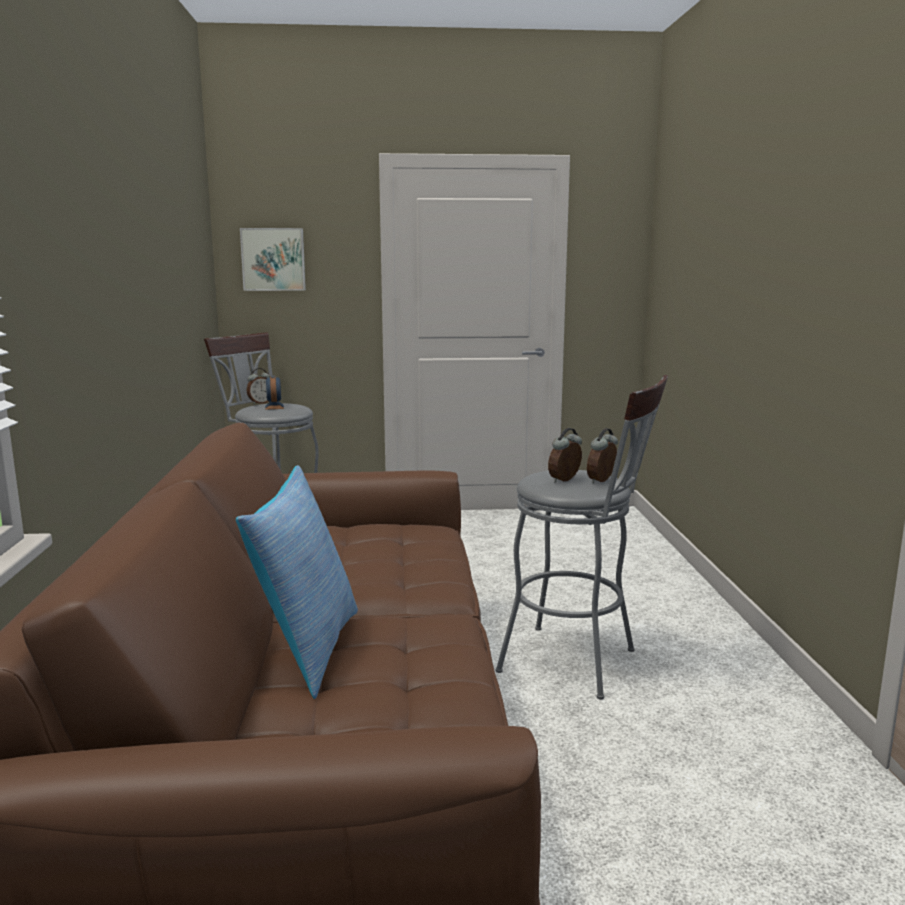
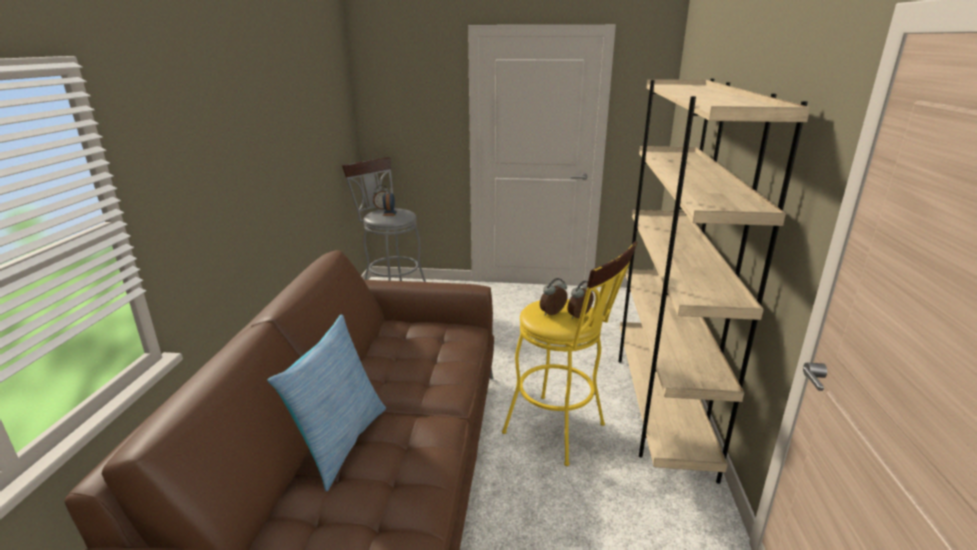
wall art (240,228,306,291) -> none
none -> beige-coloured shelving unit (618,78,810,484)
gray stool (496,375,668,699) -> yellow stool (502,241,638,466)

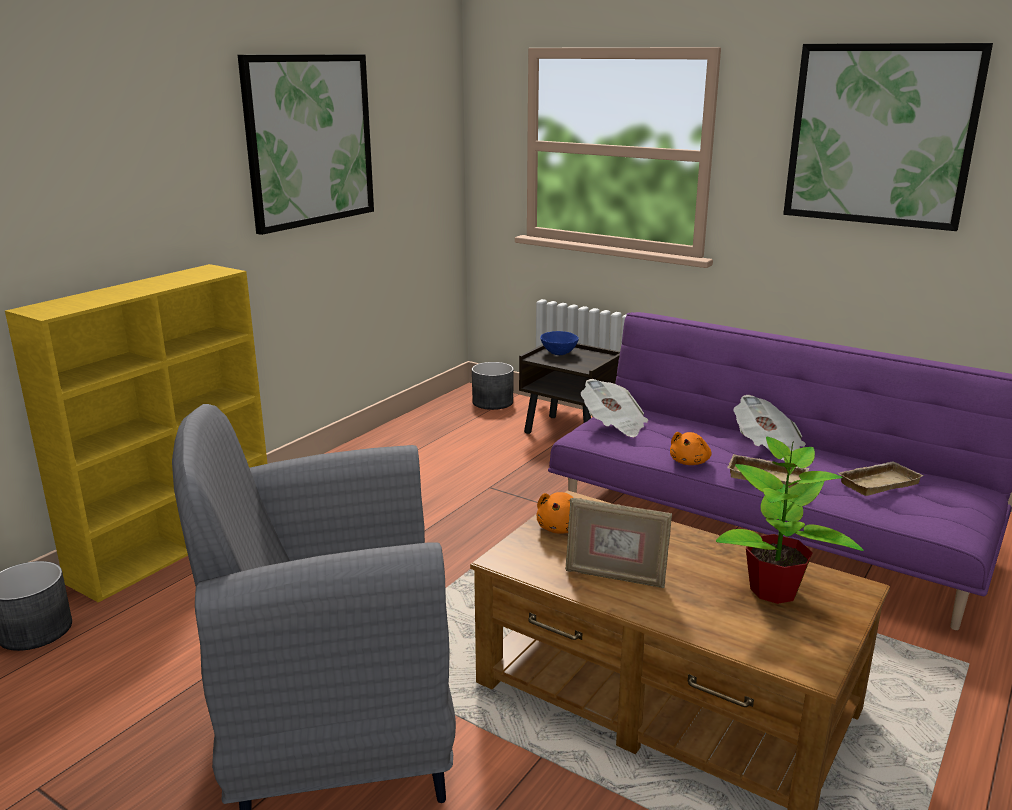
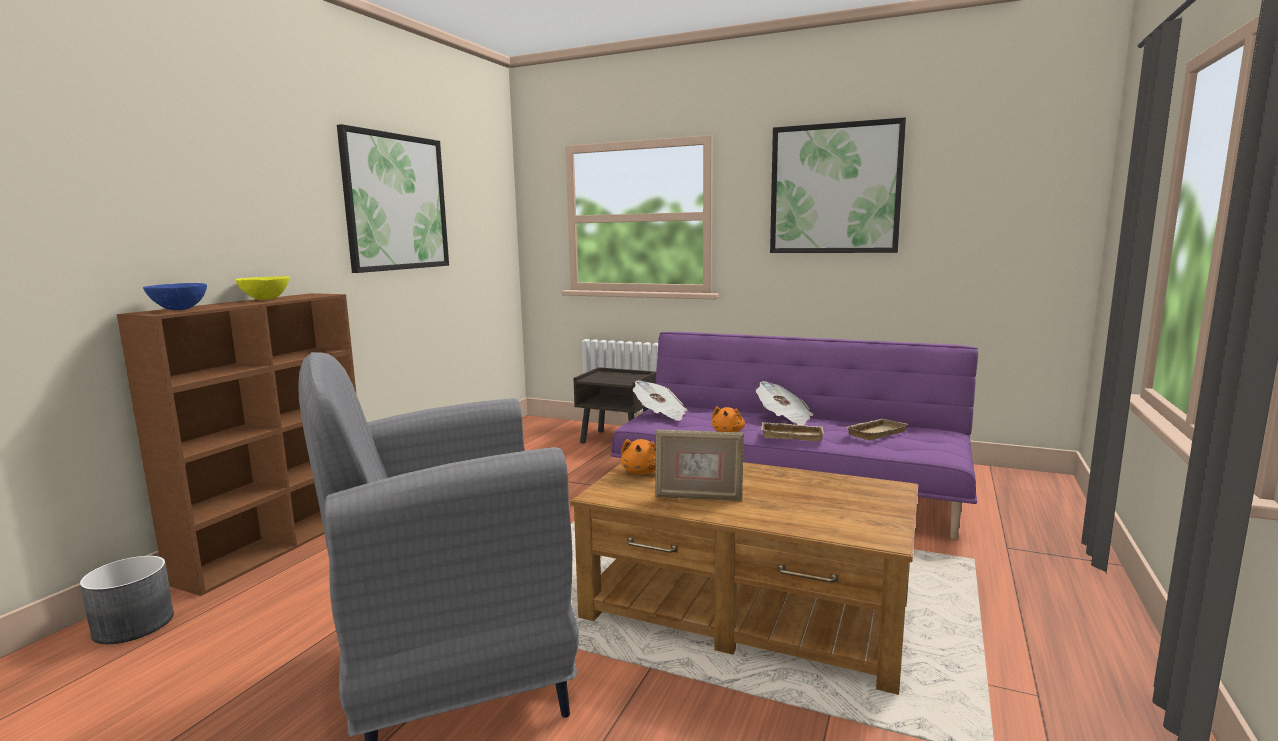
gray flower pot (472,362,514,410) -> none
plant in a pot (716,437,863,604) -> none
none -> yellow serving bowl (236,276,289,300)
blue-coloured serving bowl (540,331,579,355) -> blue-coloured serving bowl (143,283,207,310), moved
yellow shelving unit (5,264,268,603) -> brown shelving unit (117,293,357,596)

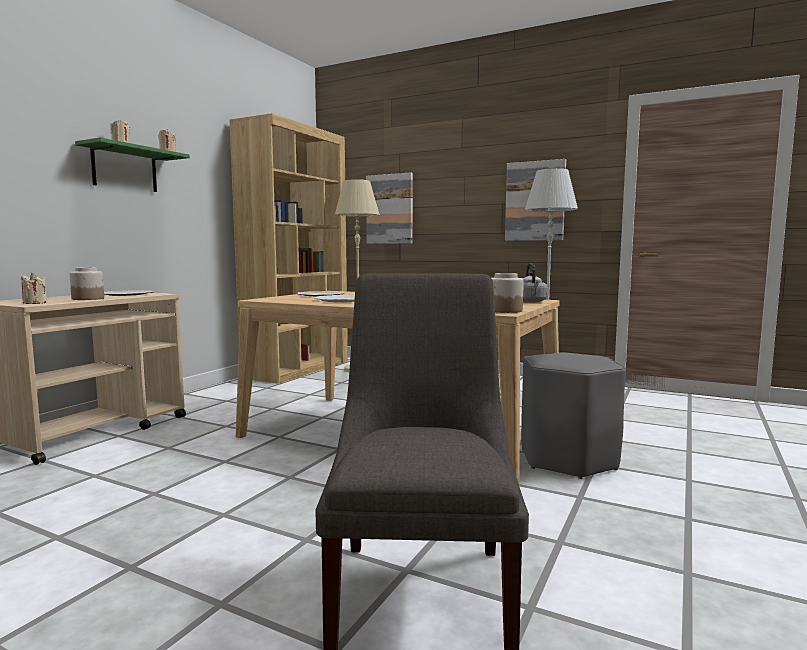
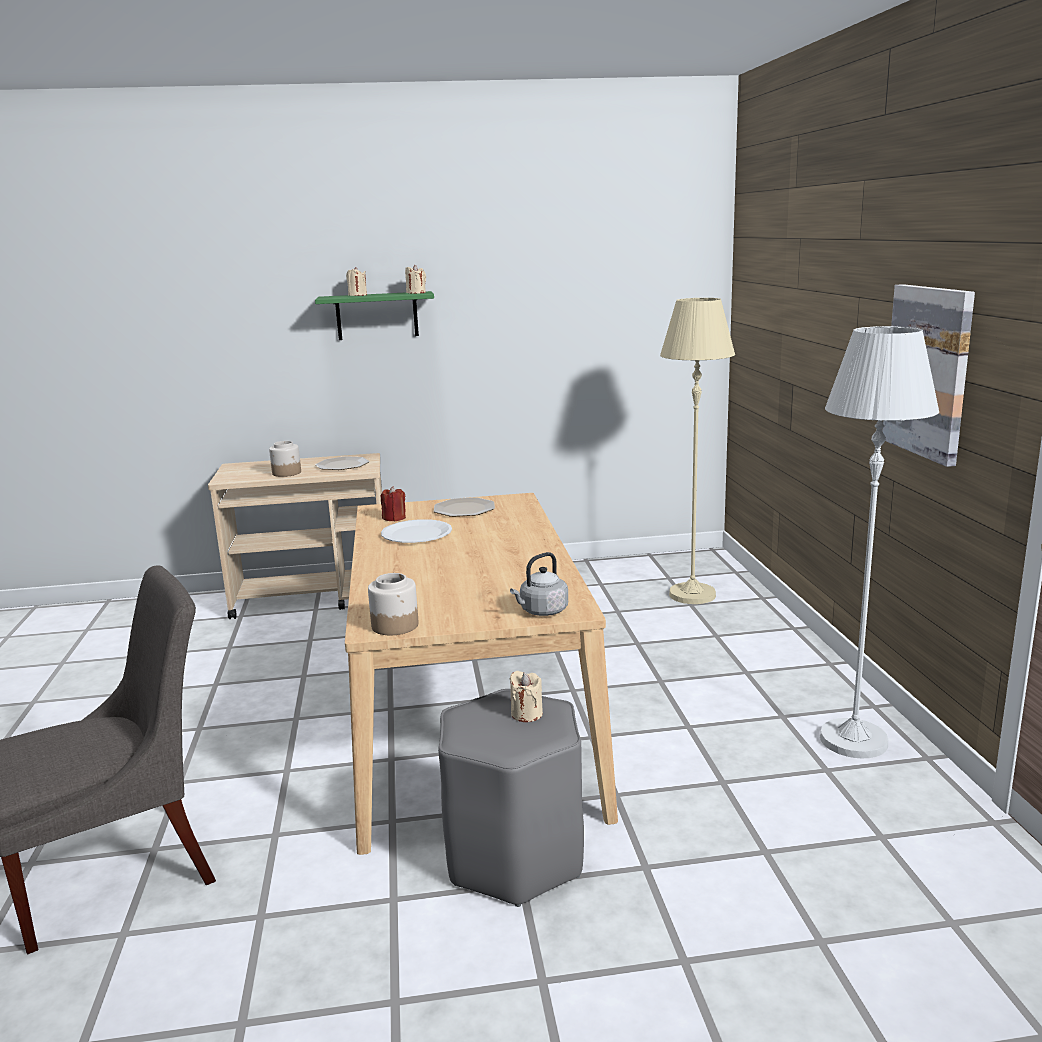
brown shelving unit (229,113,348,384) -> none
wall art (366,172,413,244) -> none
none -> red candle (381,486,406,521)
beige-coloured candle (21,273,47,304) -> beige-coloured candle (509,671,543,722), moved

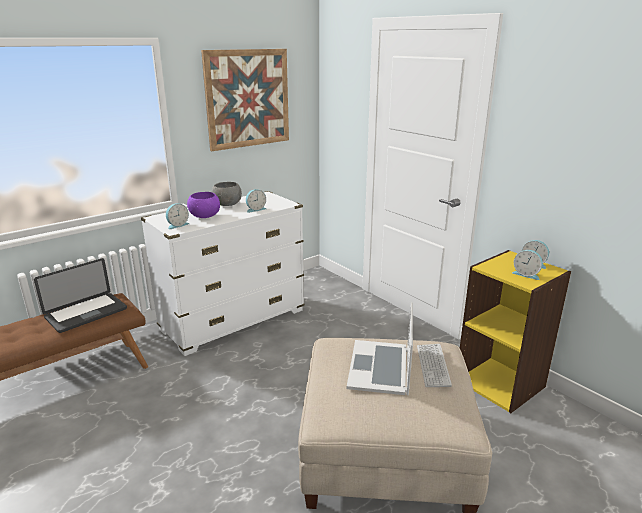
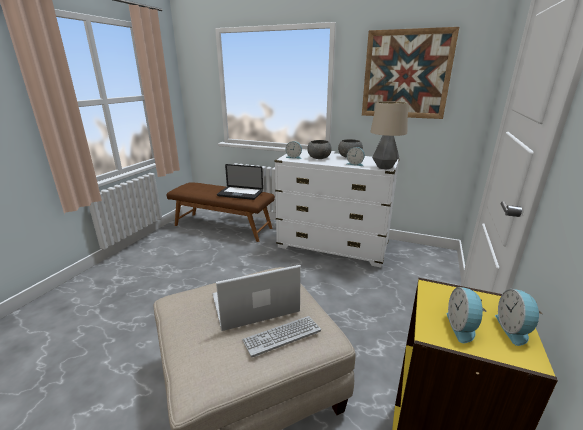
none -> lamp for a table (370,101,408,169)
purple-coloured serving bowl (187,192,220,218) -> gray serving bowl (307,140,332,159)

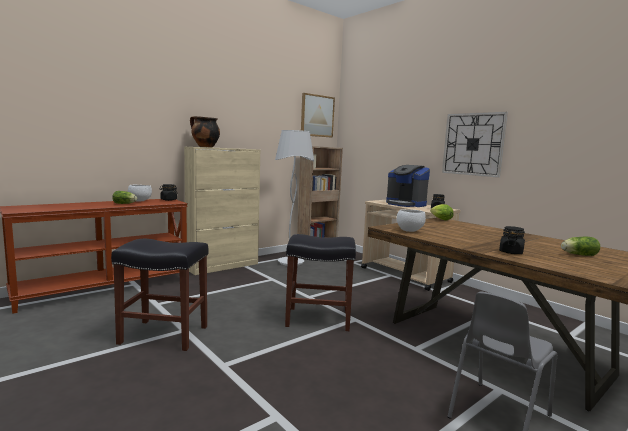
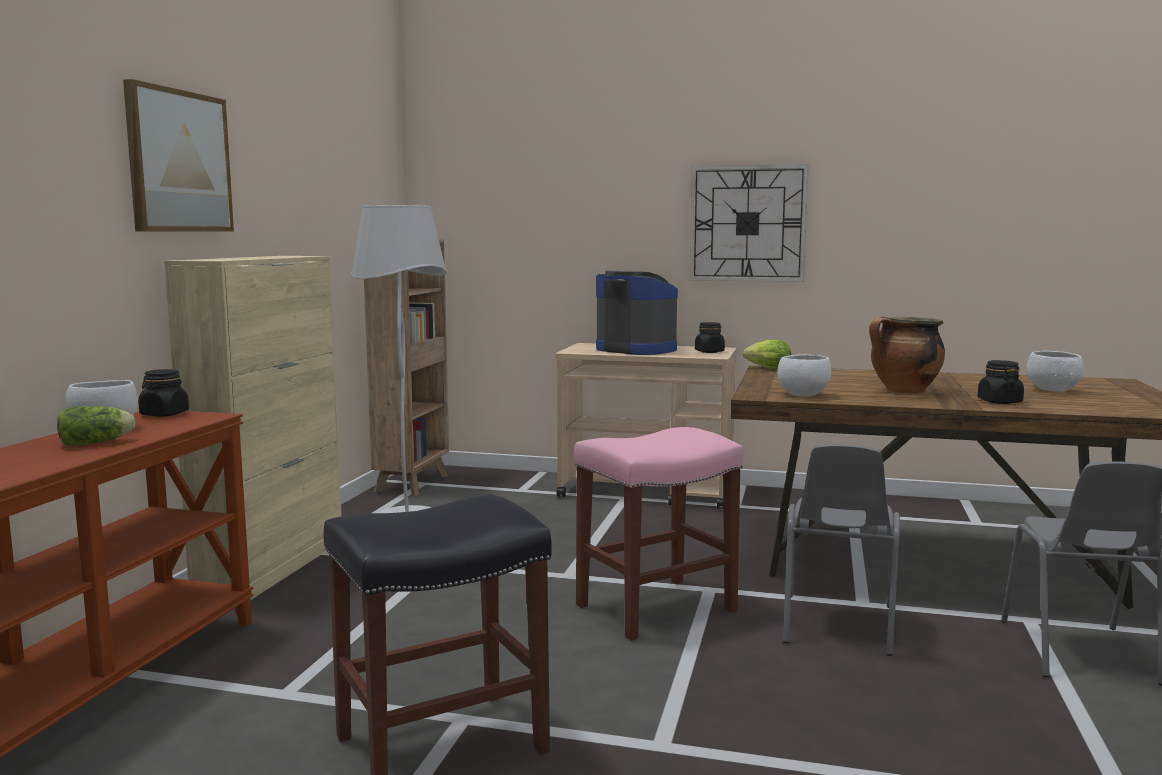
none -> gray upright chair (783,444,900,656)
cooking pot (190,116,220,148) -> cooking pot (869,317,945,394), moved
wall art (301,93,335,137) -> wall art (123,79,234,232), moved
lettuce head (561,237,600,256) -> whitish serving bowl (1026,351,1084,392)
blackish stool (285,234,356,331) -> pink stool (574,427,744,641)
coffee brewer (386,165,430,207) -> coffee brewer (596,271,678,355), 150 degrees counterclockwise

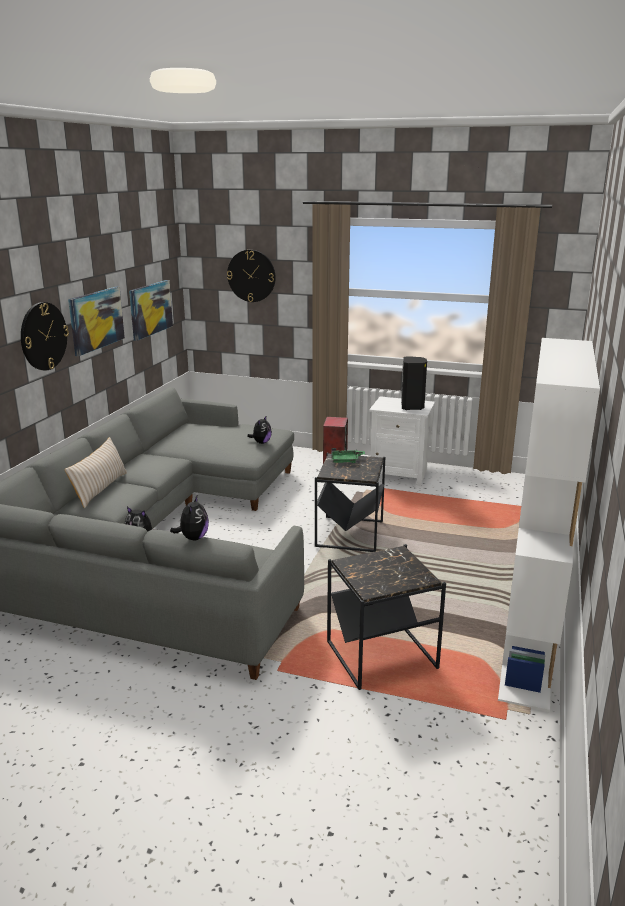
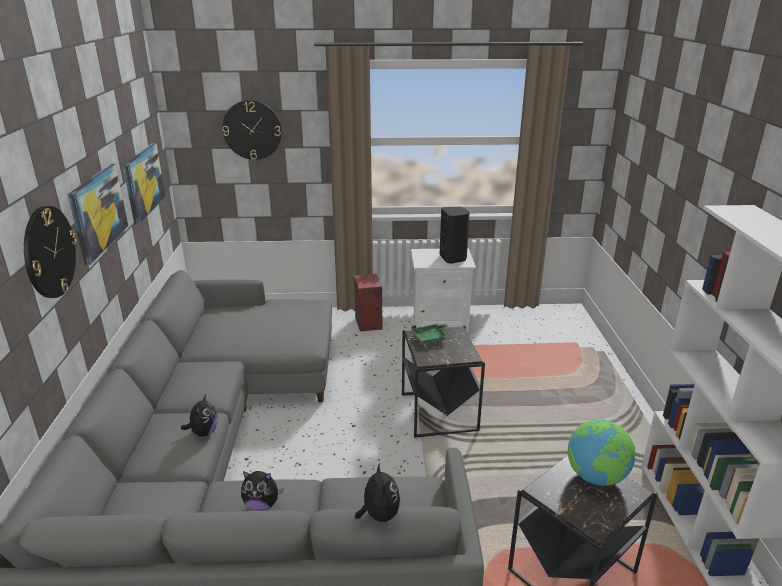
beige-coloured throw pillow (64,437,127,509) -> none
none -> world globe (568,420,635,486)
soft toy (247,415,272,444) -> soft toy (181,394,218,437), moved

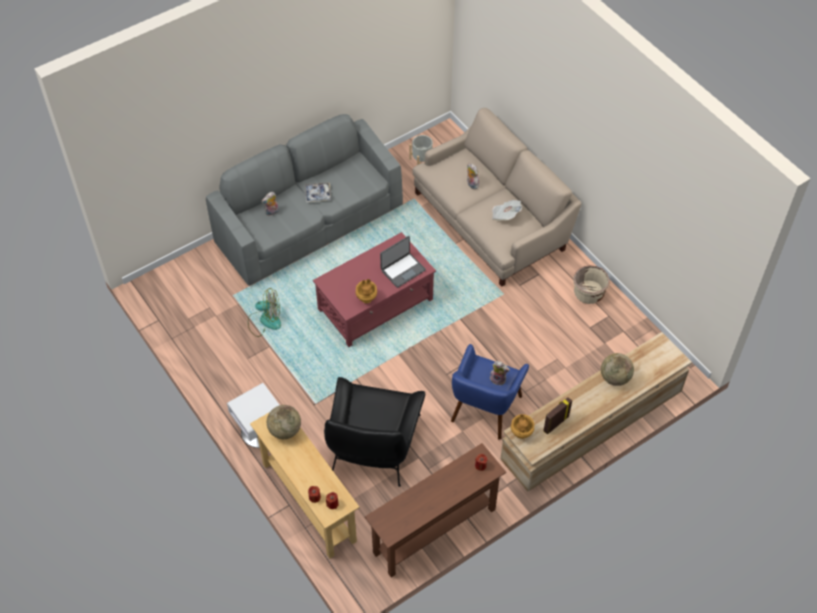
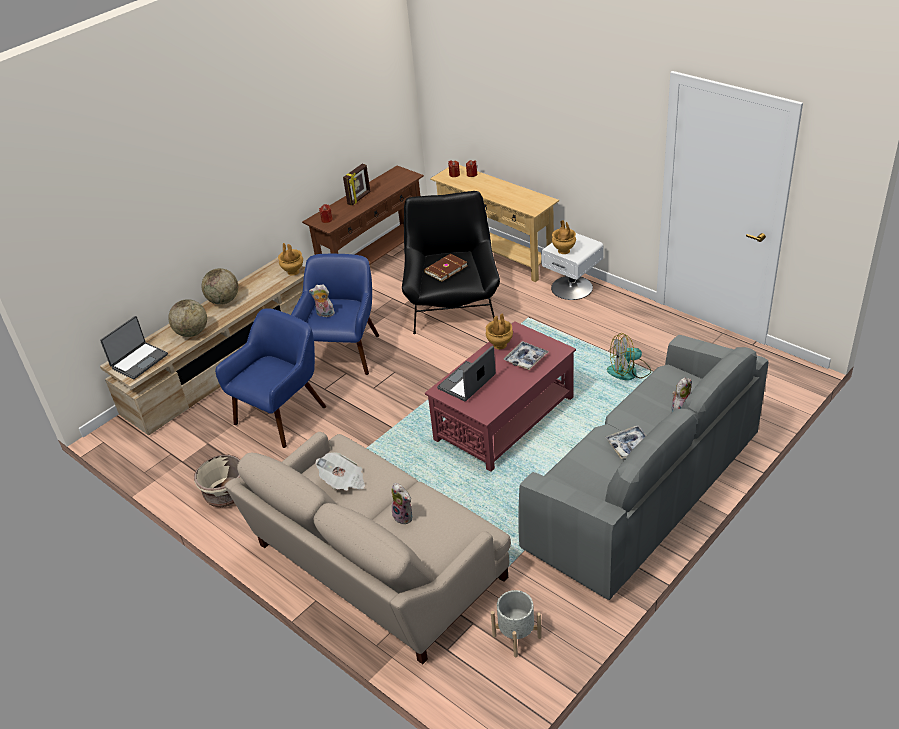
none -> portable computer (100,316,168,379)
none -> blue-coloured easy chair (215,308,326,448)
none -> brown bound book (424,254,468,282)
none -> tray (504,341,548,370)
none -> brown vase (552,220,576,254)
world globe (267,405,301,439) -> world globe (202,268,238,305), moved
picture frame (543,397,572,435) -> picture frame (343,164,371,206), moved

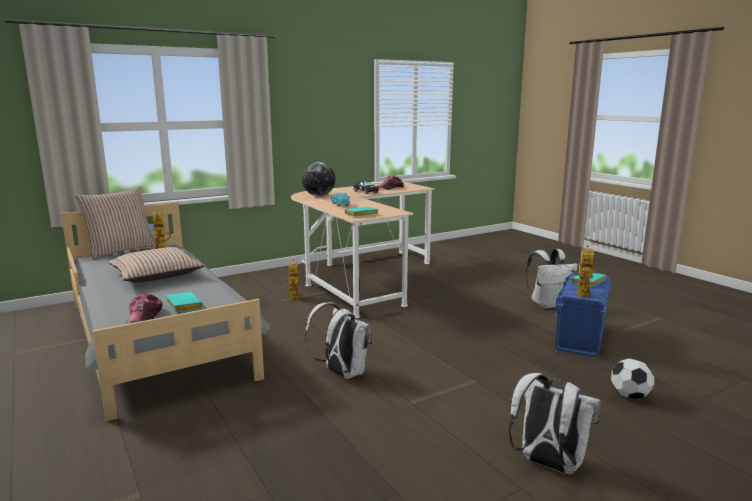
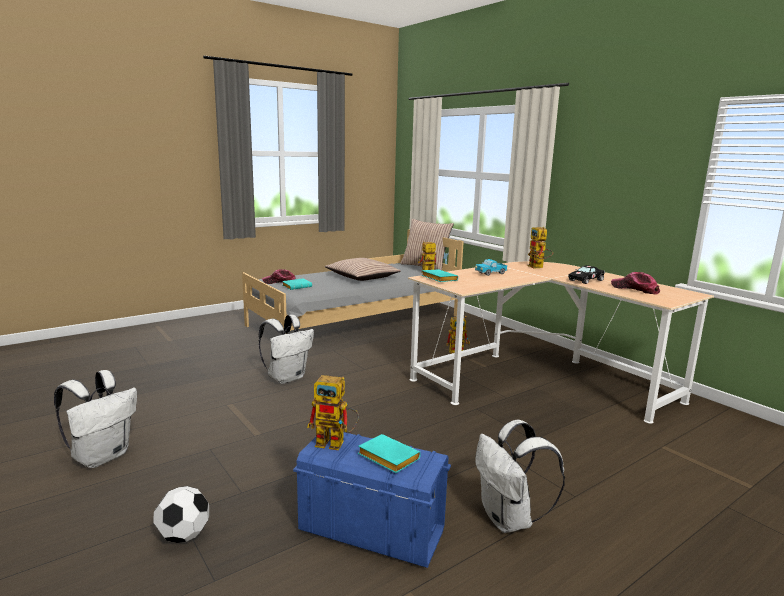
world globe (302,162,335,196) -> robot figure (527,227,553,269)

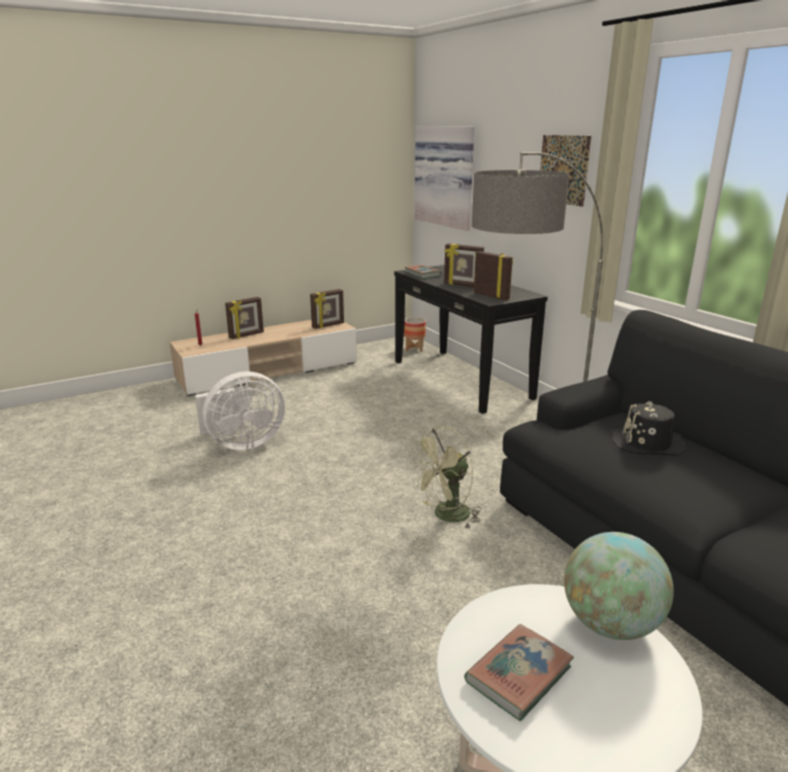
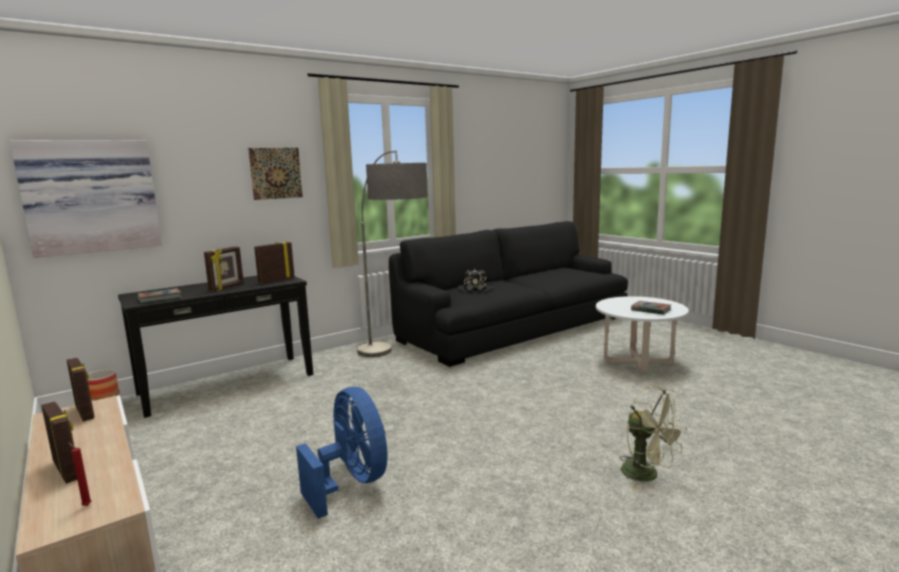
world globe (564,532,674,640) -> none
green electric fan (410,426,481,528) -> green electric fan (620,386,687,490), moved
whitish electric fan (195,371,285,450) -> blue-coloured electric fan (296,387,387,519)

